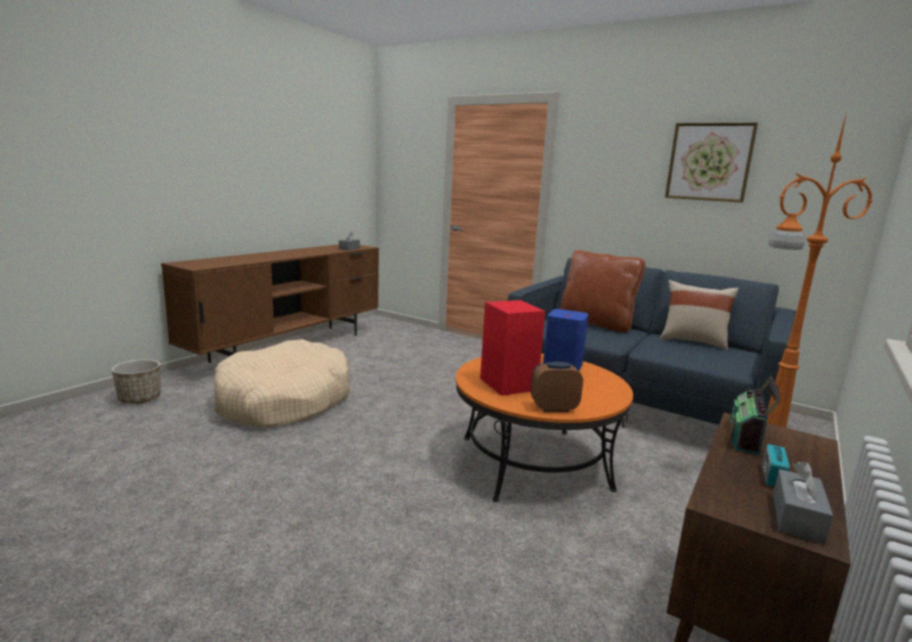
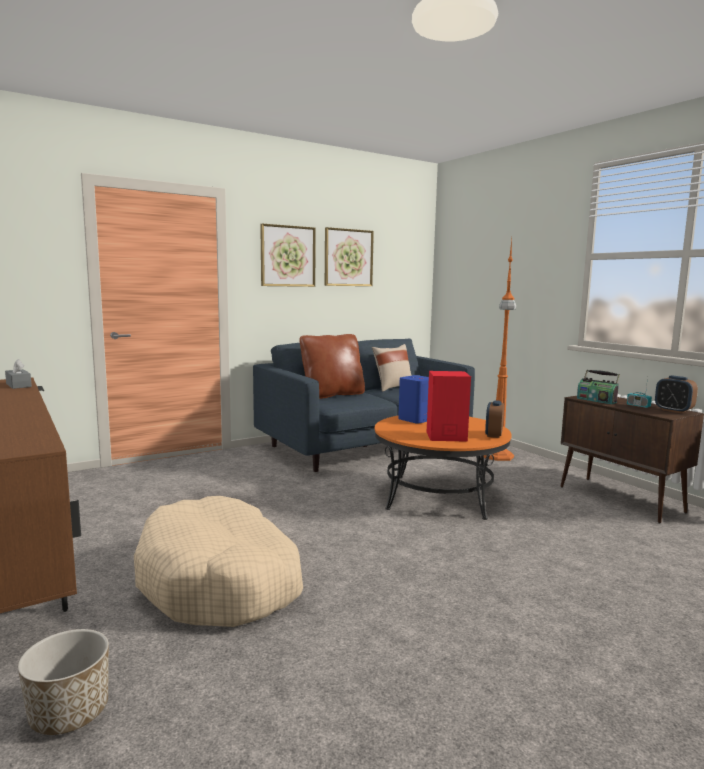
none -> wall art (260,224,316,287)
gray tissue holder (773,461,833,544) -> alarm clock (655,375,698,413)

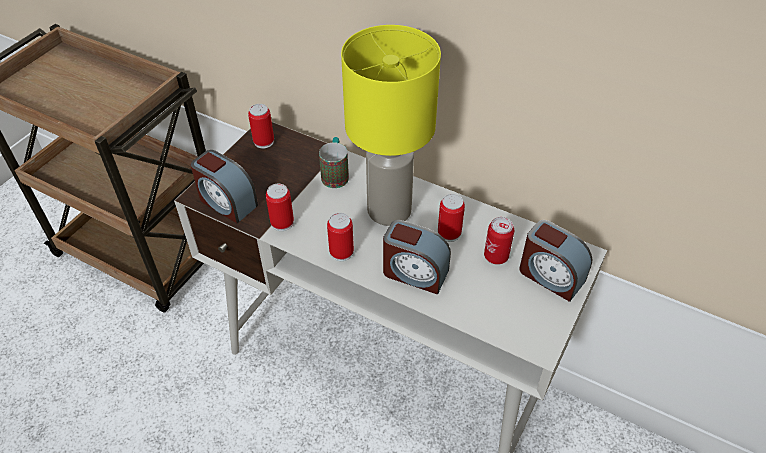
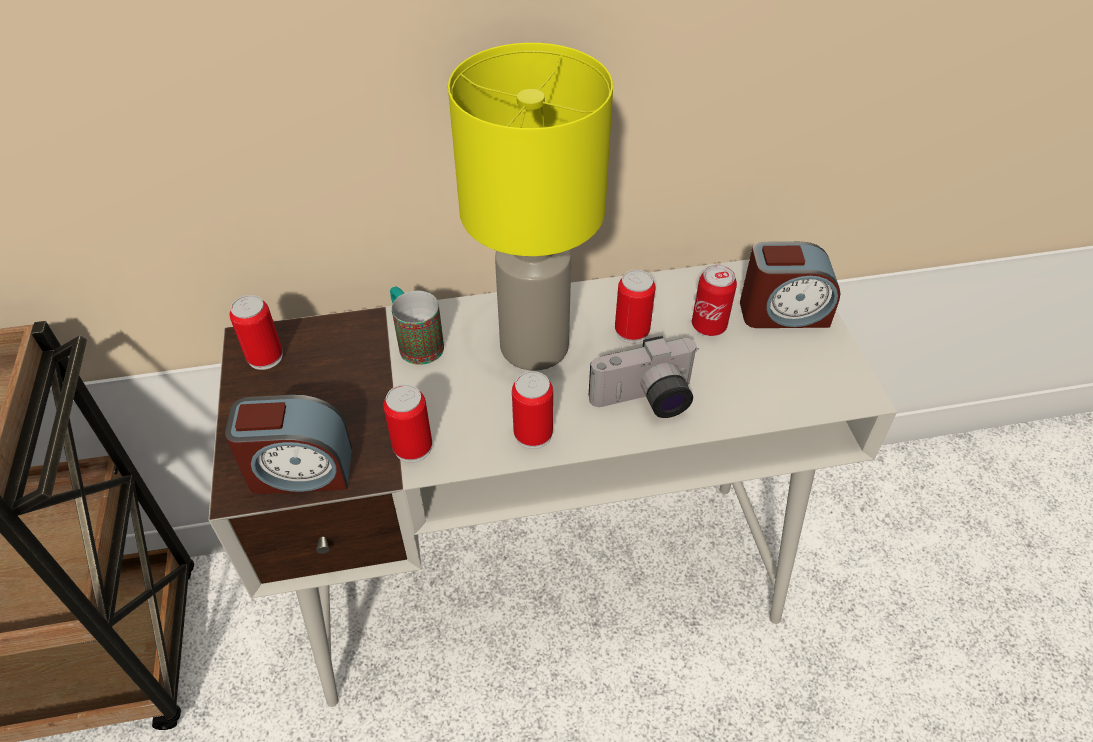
alarm clock (383,220,451,295) -> photo camera (589,336,699,418)

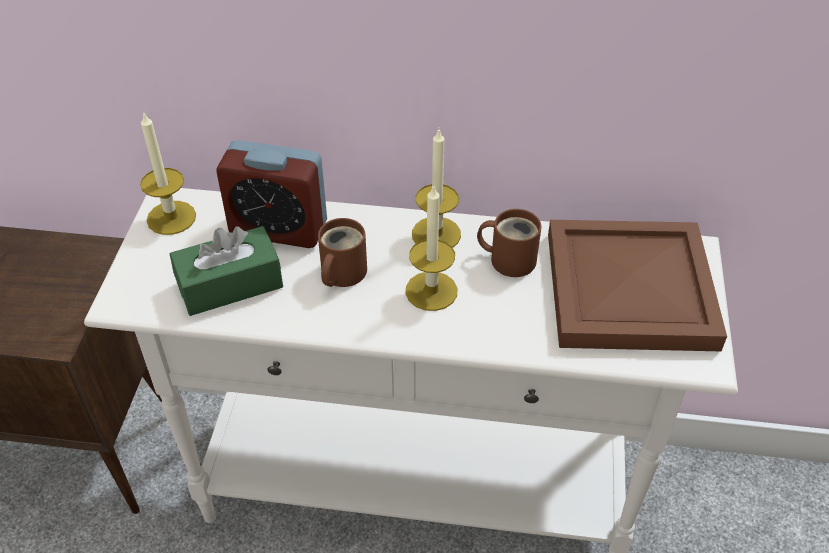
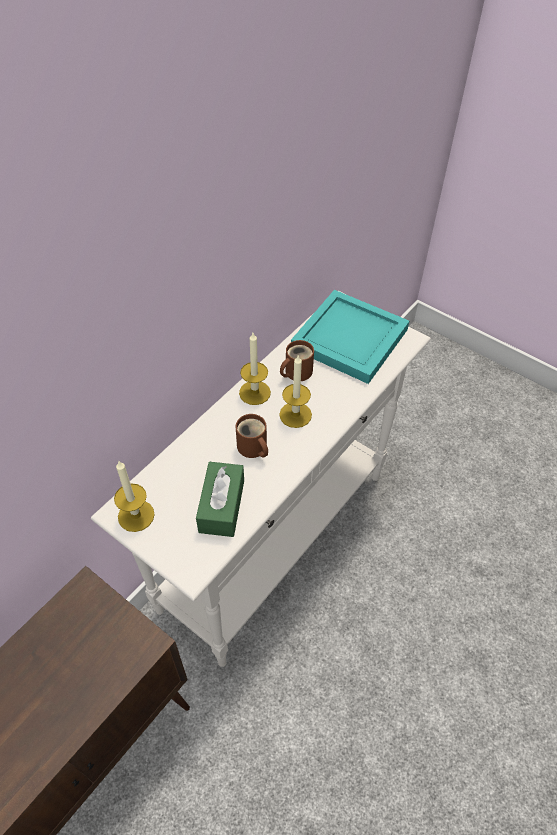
alarm clock (216,140,327,248) -> none
brown tray (548,220,727,351) -> turquoise-coloured tray (291,290,409,384)

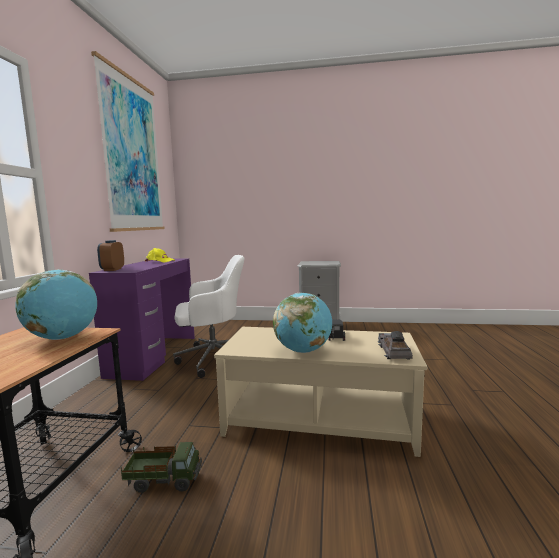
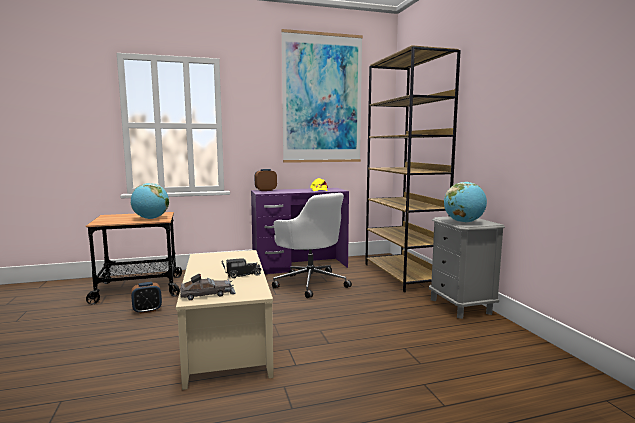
none -> brown shelving unit (365,45,461,292)
world globe (273,293,332,353) -> world globe (444,182,487,223), moved
toy lorry (121,442,202,493) -> alarm clock (131,282,162,314)

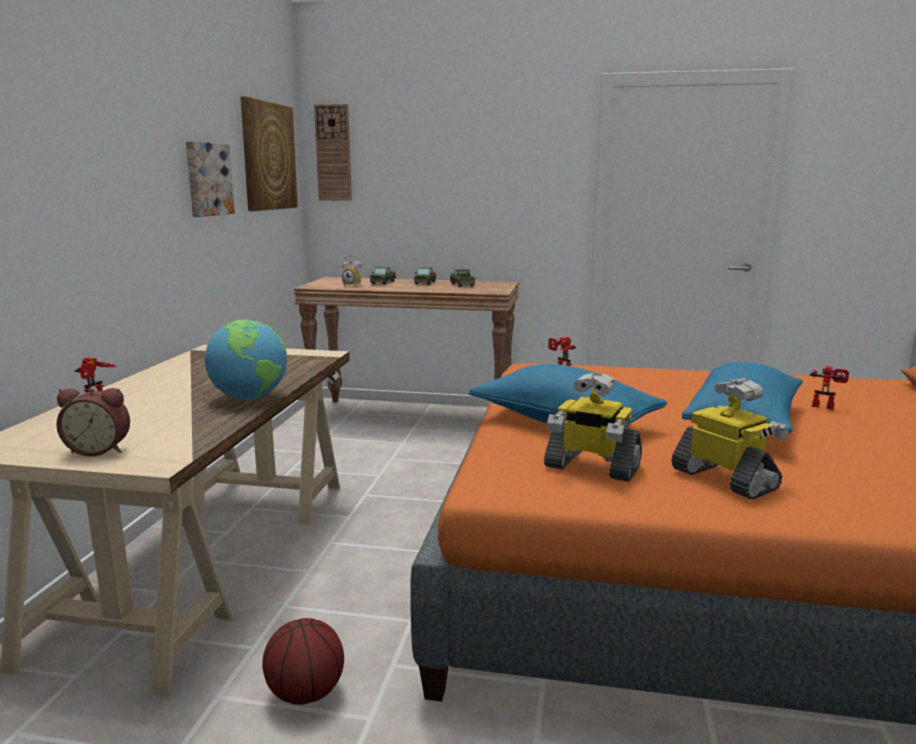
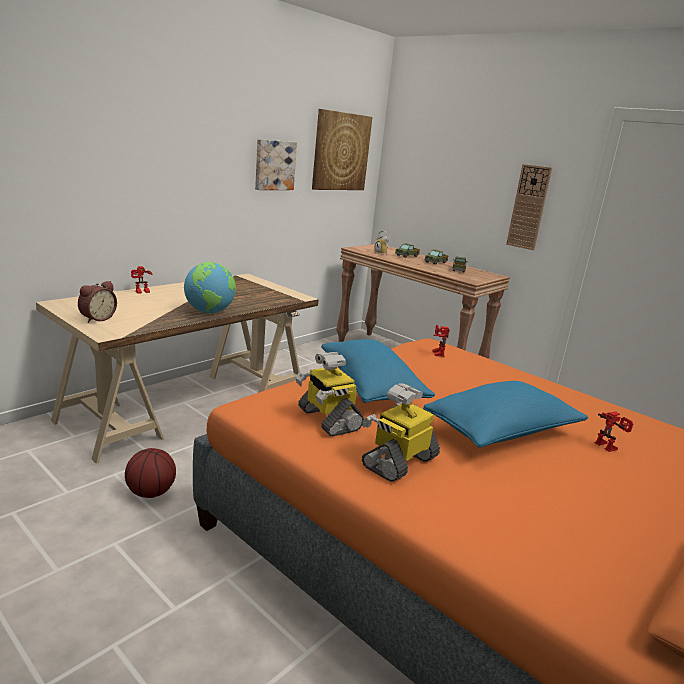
clock on the wall (314,104,352,201) -> clock on the wall (506,164,552,250), moved
alarm clock (57,388,130,456) -> alarm clock (78,281,117,323), 90 degrees counterclockwise
robot figure (671,378,789,499) -> robot figure (362,384,440,482), 135 degrees counterclockwise

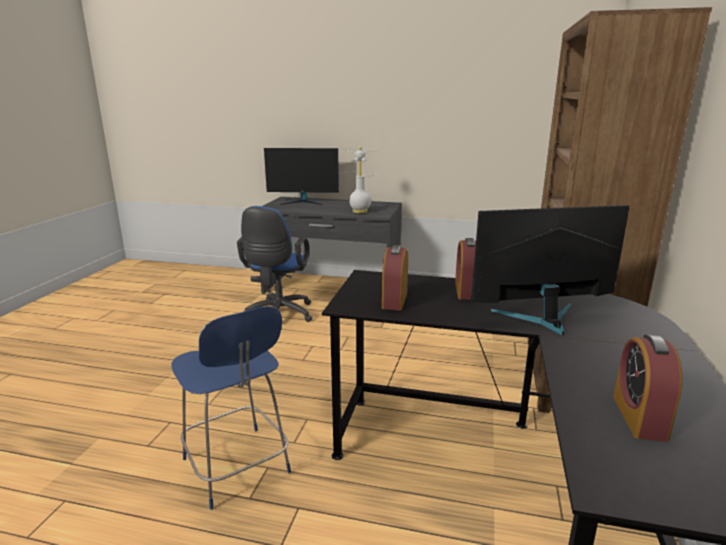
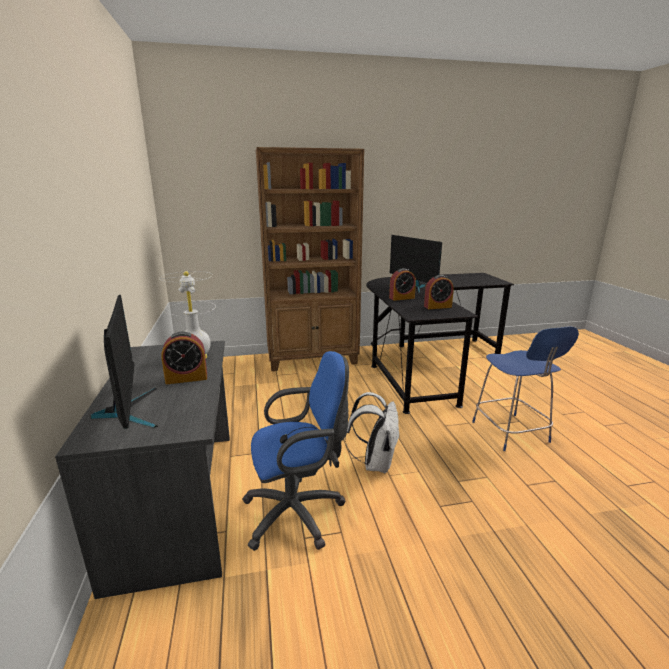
none -> whitish rucksack (345,392,400,473)
alarm clock (613,334,682,442) -> alarm clock (161,332,207,384), moved
blue-coloured upright chair (171,306,291,510) -> blue-coloured upright chair (472,326,579,451), 135 degrees clockwise

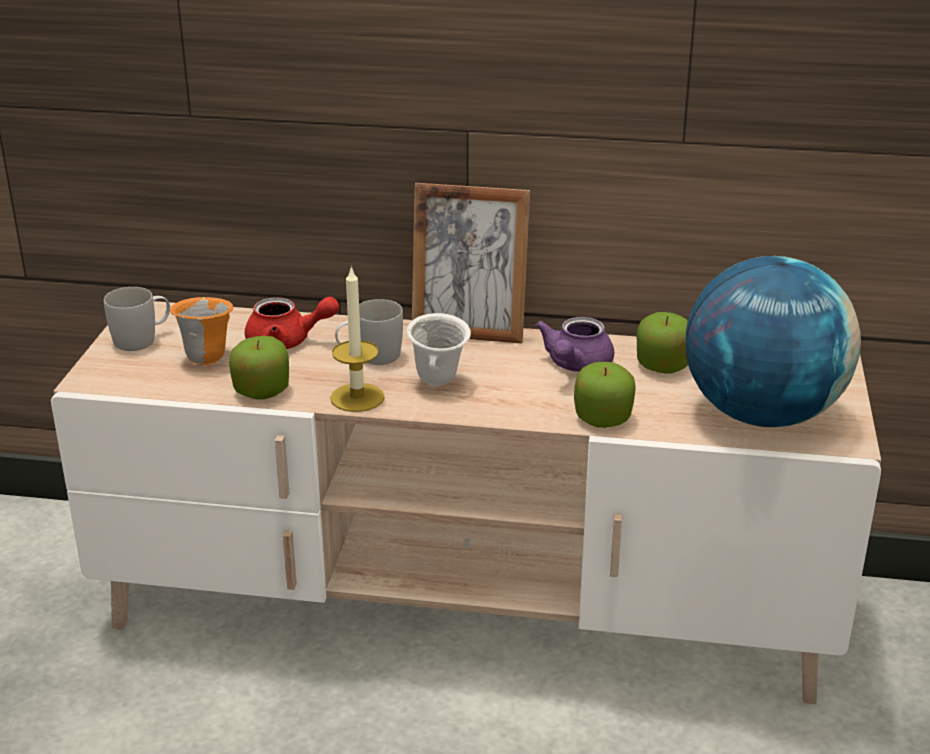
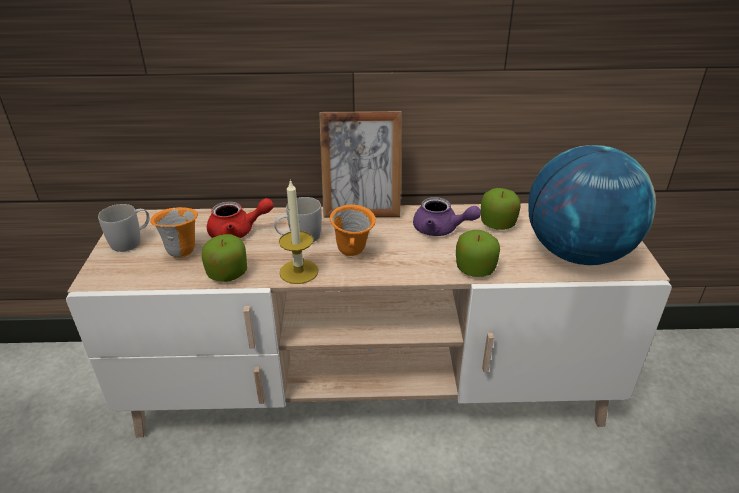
whitish mug (407,313,471,386) -> orangey mug (330,205,376,256)
purple-coloured tea pot (535,317,614,372) -> purple-coloured tea pot (413,197,481,236), 75 degrees counterclockwise

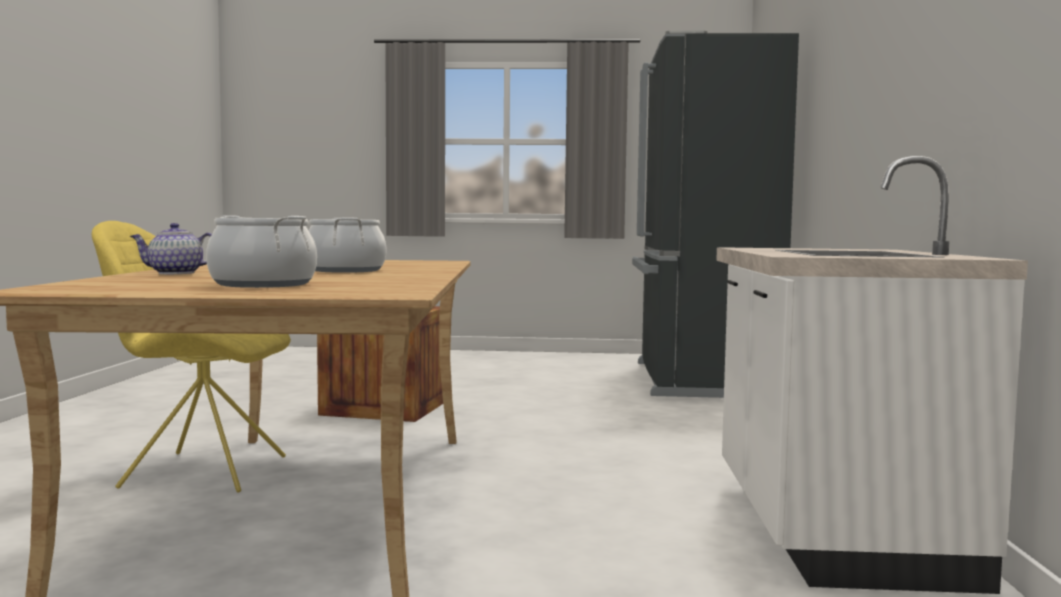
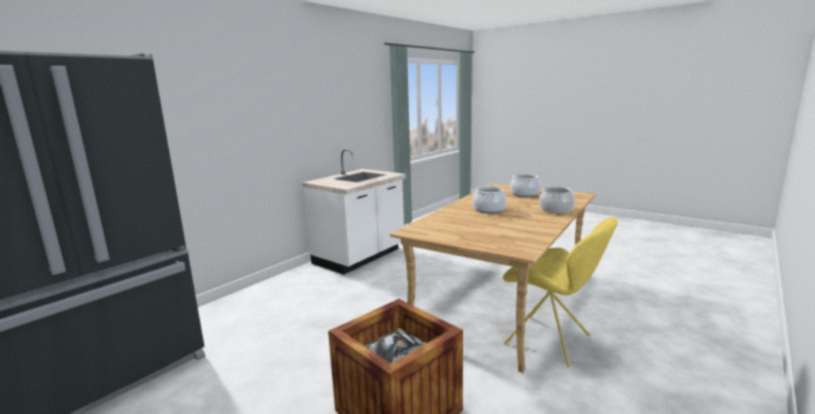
tea pot (130,223,212,274) -> cooking pot (539,186,575,213)

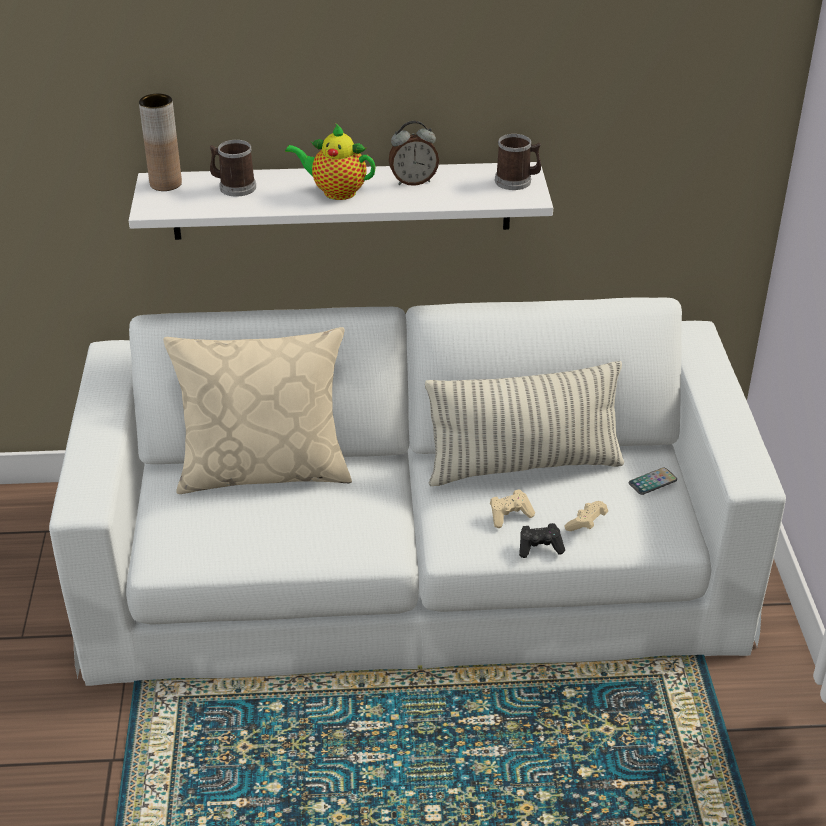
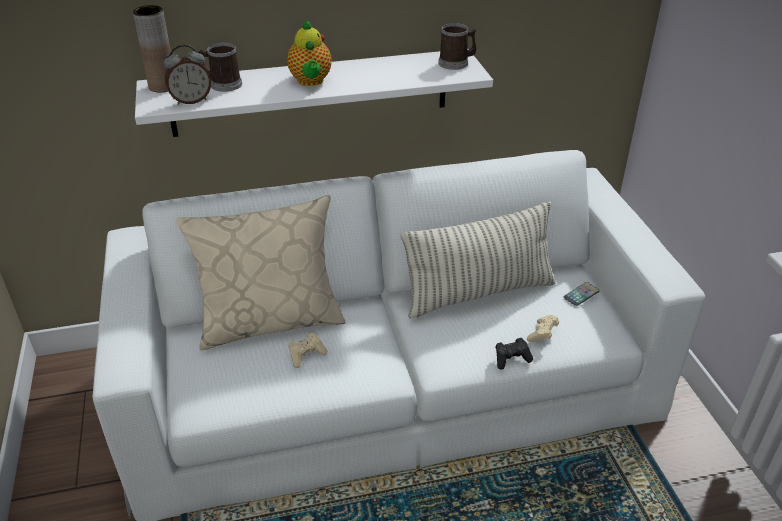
alarm clock (389,121,439,186) -> alarm clock (164,44,211,105), moved
beige-coloured game controller (490,489,535,528) -> beige-coloured game controller (288,333,327,368), moved
tea pot (285,124,376,200) -> tea pot (287,19,332,86), 105 degrees counterclockwise

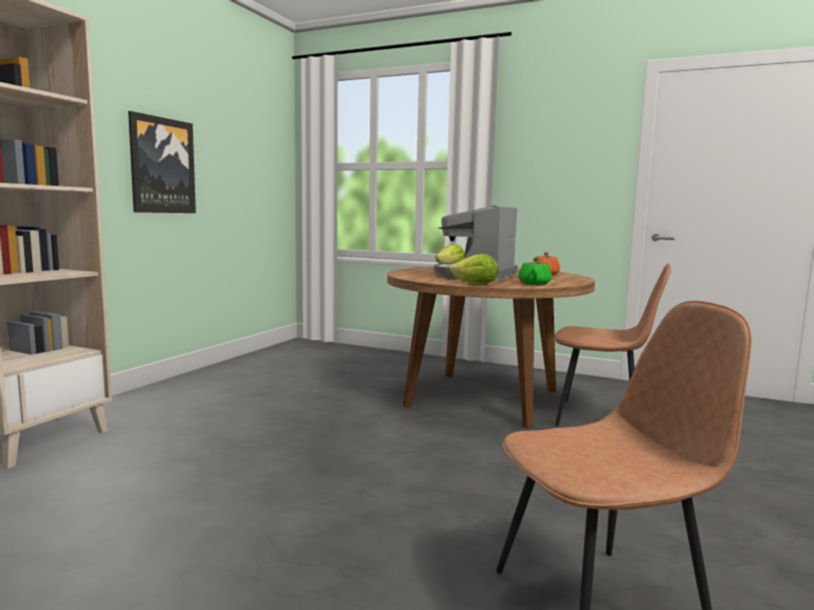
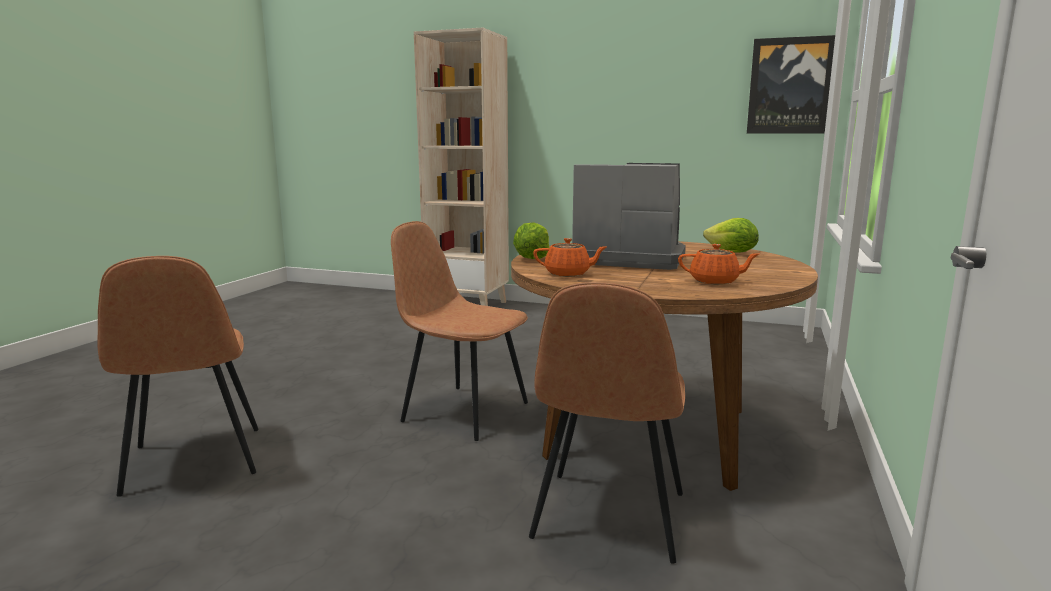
none -> brown upright chair (391,221,528,441)
wall art (128,111,196,213) -> wall art (747,35,835,133), moved
green tea pot (518,258,552,285) -> orangey tea pot (533,238,606,277)

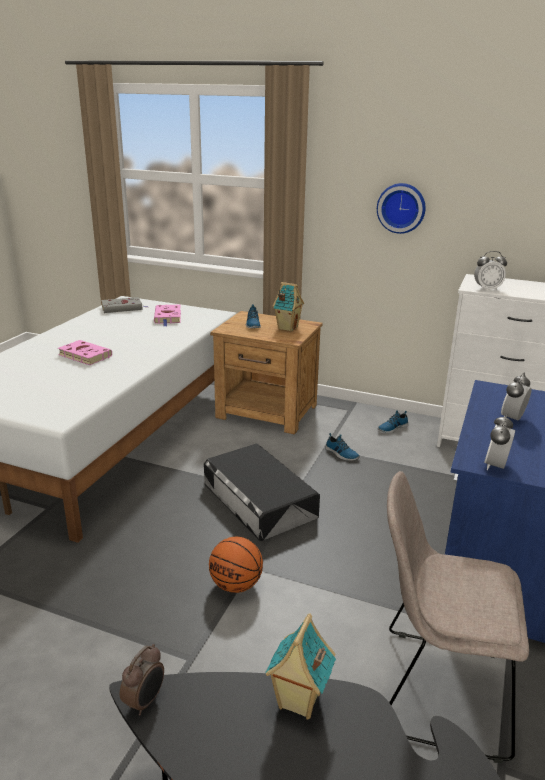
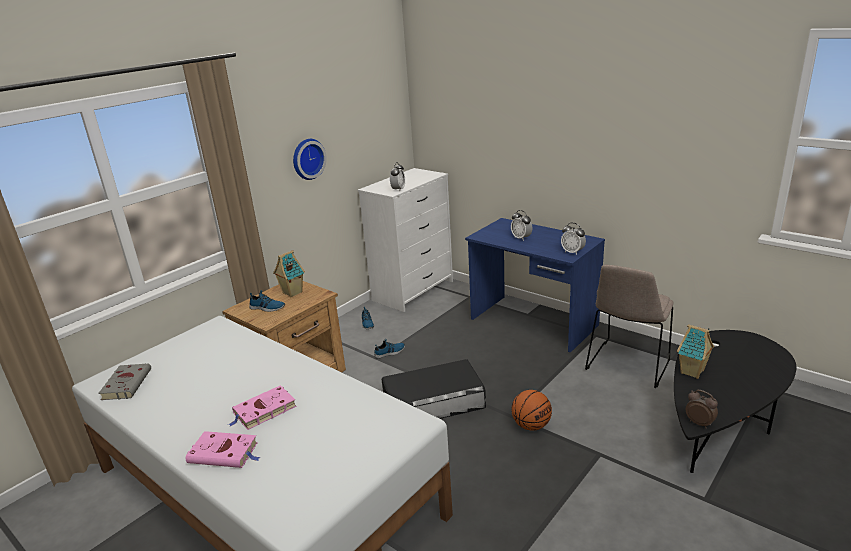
pink bound book (154,305,181,326) -> pink bound book (186,431,261,468), moved

